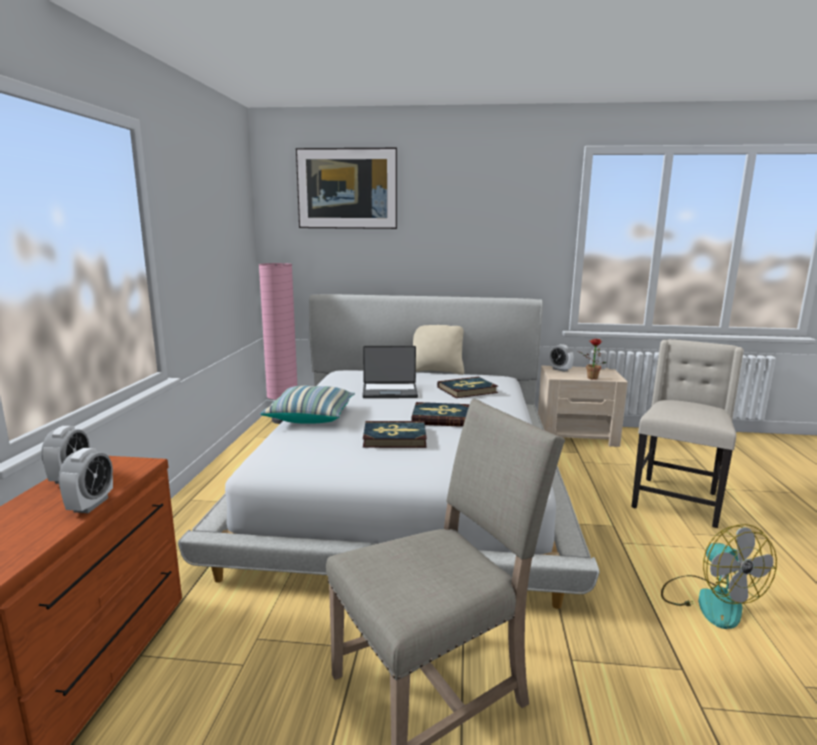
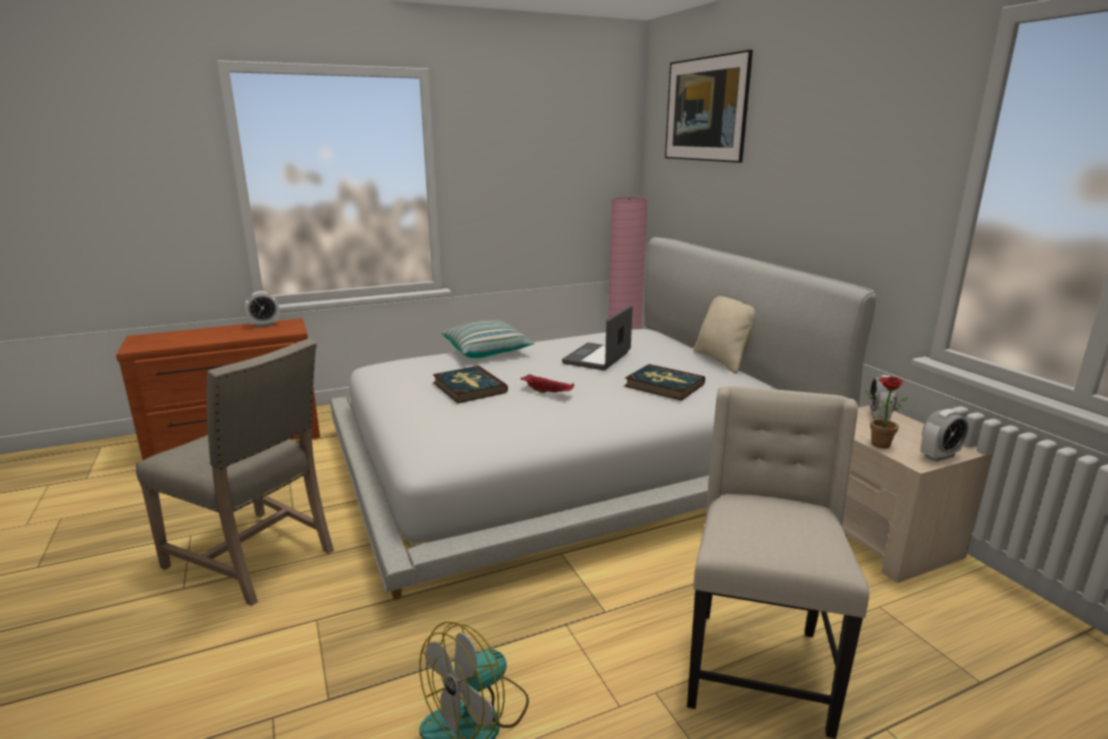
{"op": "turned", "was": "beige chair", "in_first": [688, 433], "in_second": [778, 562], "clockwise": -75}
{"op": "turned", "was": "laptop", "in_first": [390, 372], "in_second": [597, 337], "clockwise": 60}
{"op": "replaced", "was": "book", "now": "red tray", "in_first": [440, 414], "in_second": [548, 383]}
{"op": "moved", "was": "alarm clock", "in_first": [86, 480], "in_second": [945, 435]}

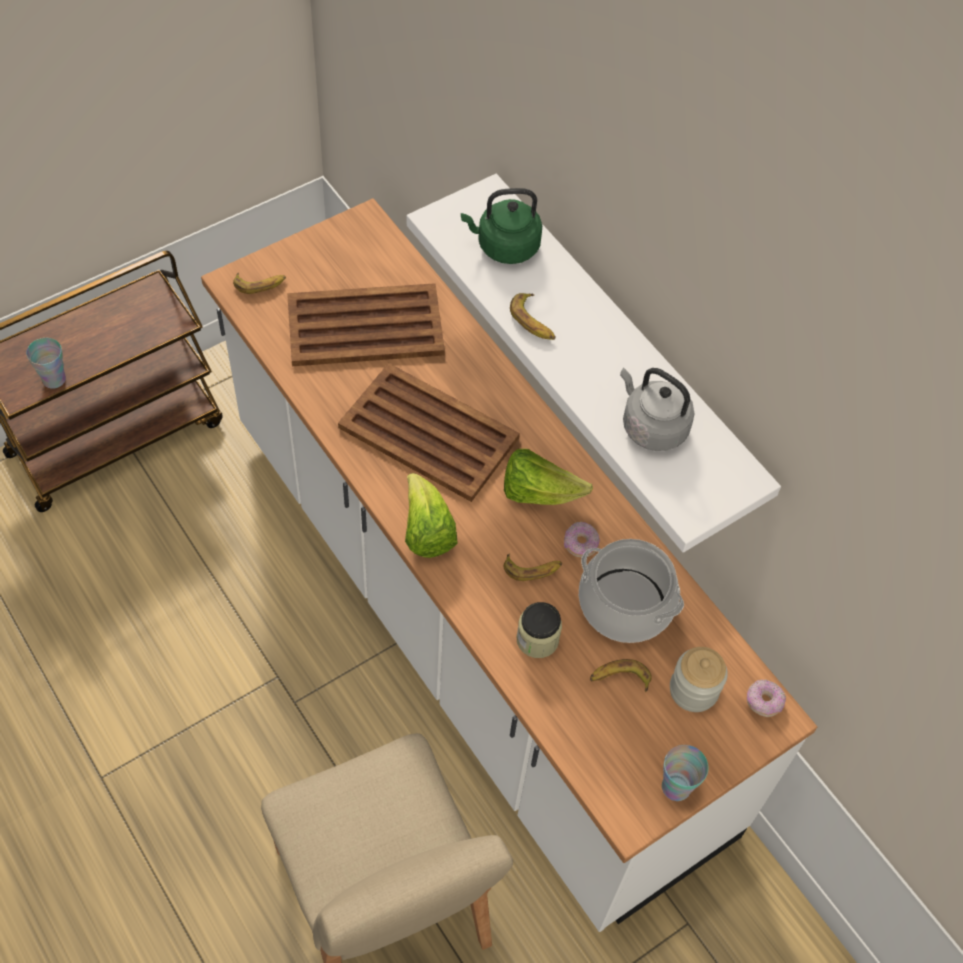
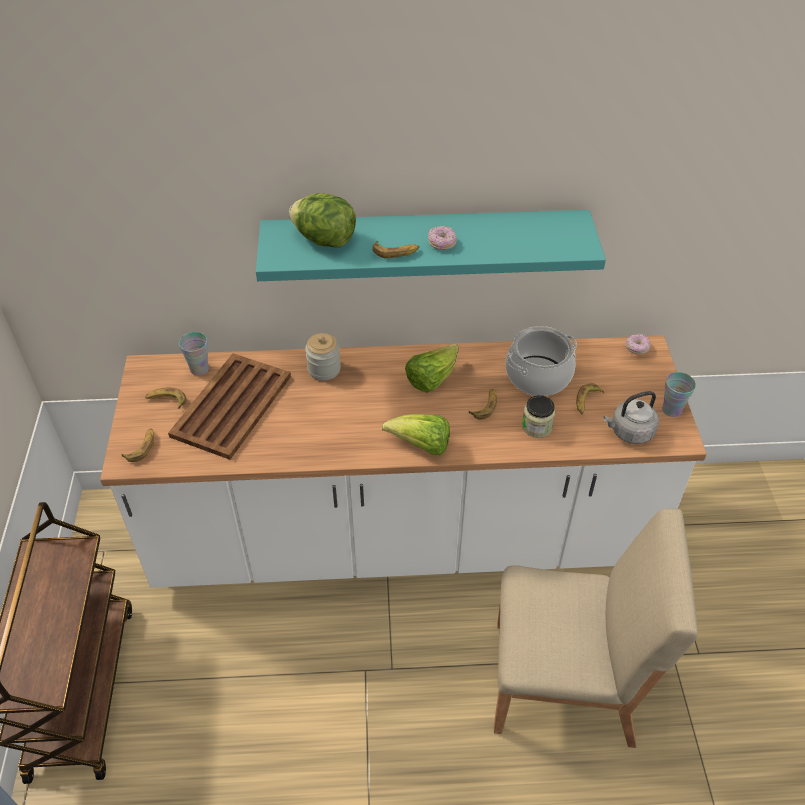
{"op": "recoloured", "was": "white shelf", "now": "turquoise shelf", "in_first": [594, 363], "in_second": [431, 245]}
{"op": "replaced", "was": "green kettle", "now": "lettuce", "in_first": [501, 226], "in_second": [322, 220]}
{"op": "moved", "was": "cup", "in_first": [46, 363], "in_second": [194, 354]}
{"op": "removed", "was": "brown tray", "in_first": [429, 432]}
{"op": "moved", "was": "grey kettle", "in_first": [657, 409], "in_second": [631, 417]}
{"op": "moved", "was": "donut", "in_first": [582, 539], "in_second": [442, 238]}
{"op": "moved", "was": "jar", "in_first": [699, 679], "in_second": [323, 357]}
{"op": "added", "now": "banana", "in_second": [166, 398]}

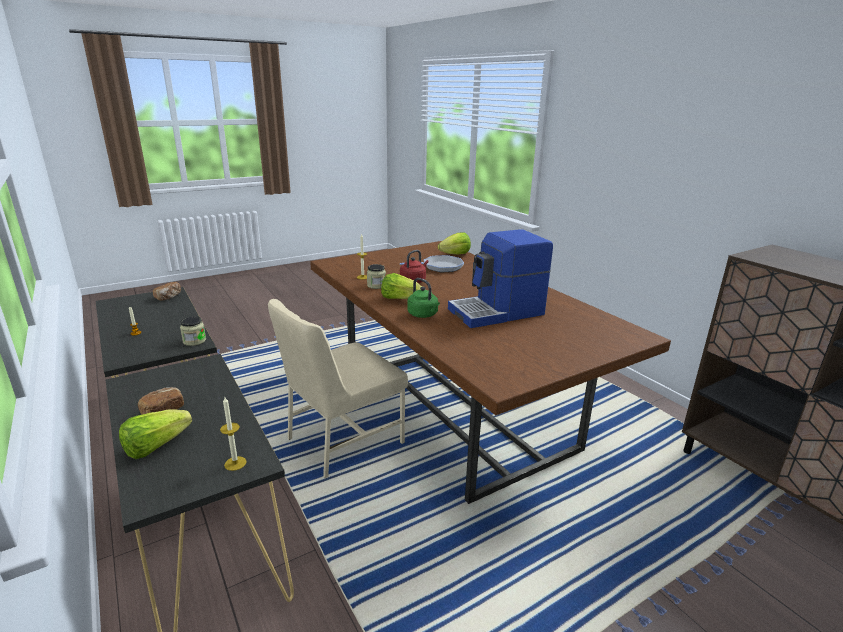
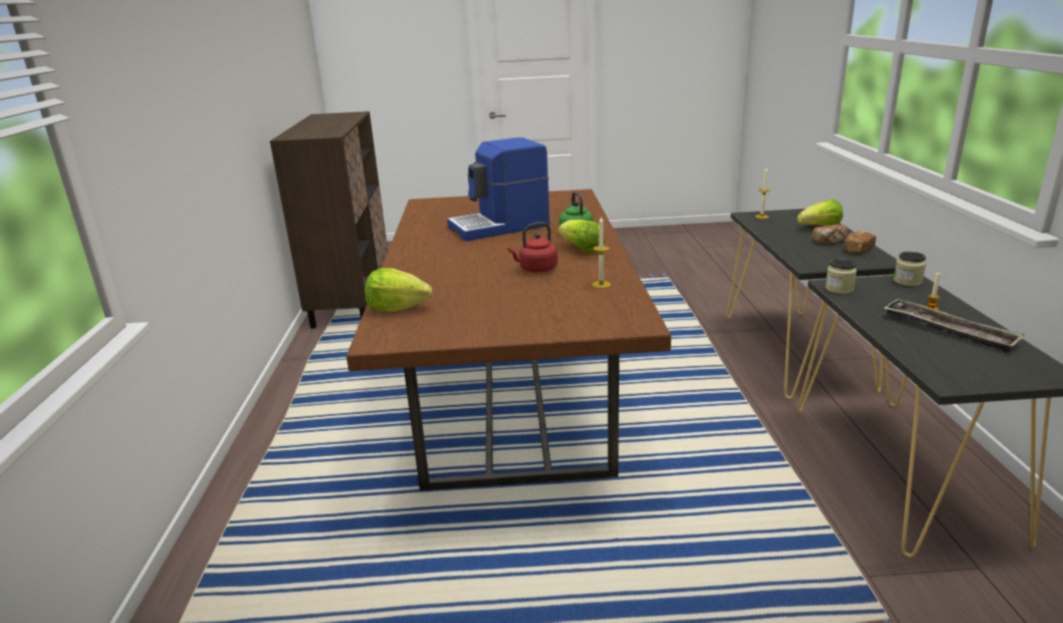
{"op": "turned", "was": "coffee machine", "in_first": [500, 278], "in_second": [498, 189], "clockwise": 150}
{"op": "removed", "was": "frying pan", "in_first": [432, 263]}
{"op": "moved", "was": "jar", "in_first": [376, 276], "in_second": [909, 268]}
{"op": "moved", "was": "bread", "in_first": [167, 291], "in_second": [860, 242]}
{"op": "removed", "was": "beige chair", "in_first": [338, 388]}
{"op": "added", "now": "tray", "in_second": [954, 325]}

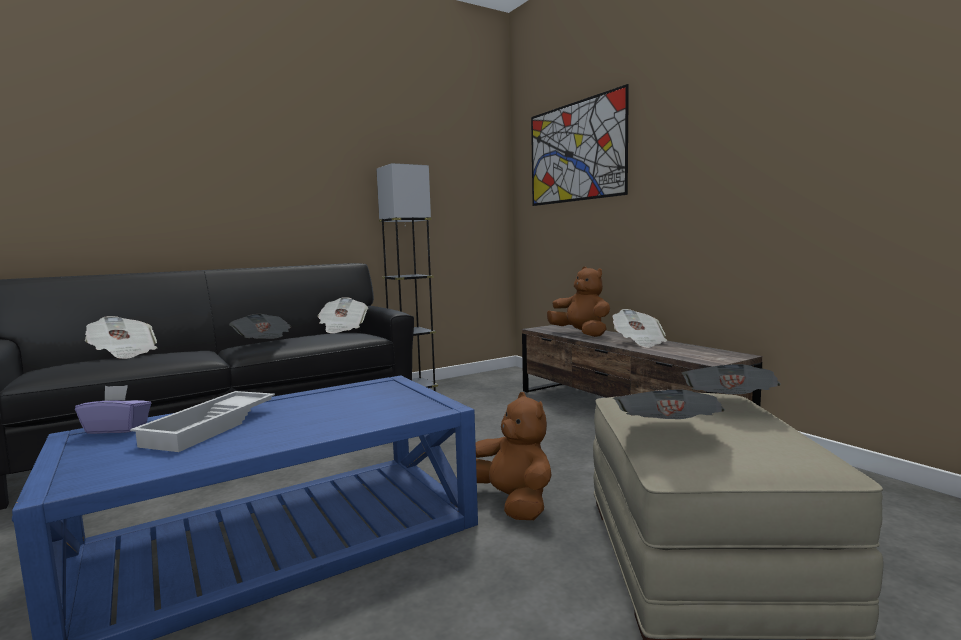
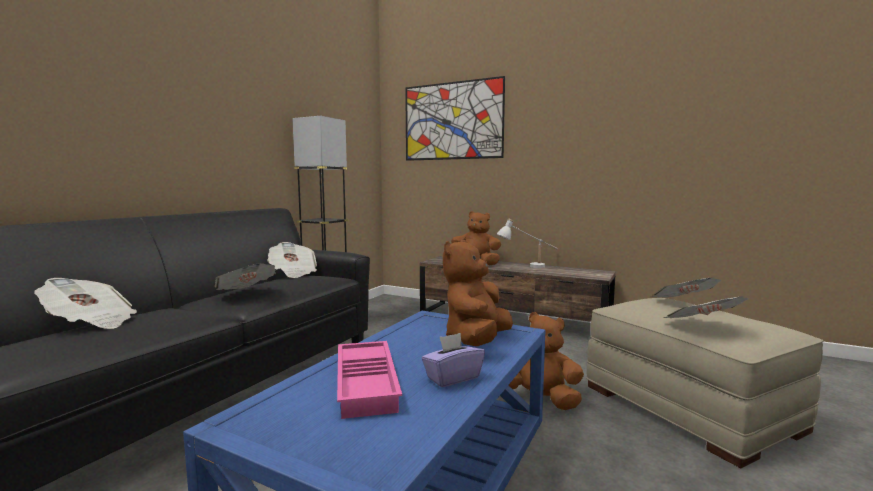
{"op": "replaced", "was": "newspaper", "now": "white table lamp", "in_first": [639, 328], "in_second": [527, 243]}
{"op": "moved", "was": "purple tissue box", "in_first": [113, 409], "in_second": [453, 360]}
{"op": "recoloured", "was": "white tray", "now": "pink tray", "in_first": [202, 421], "in_second": [369, 380]}
{"op": "added", "now": "brown plush toy", "in_second": [478, 293]}

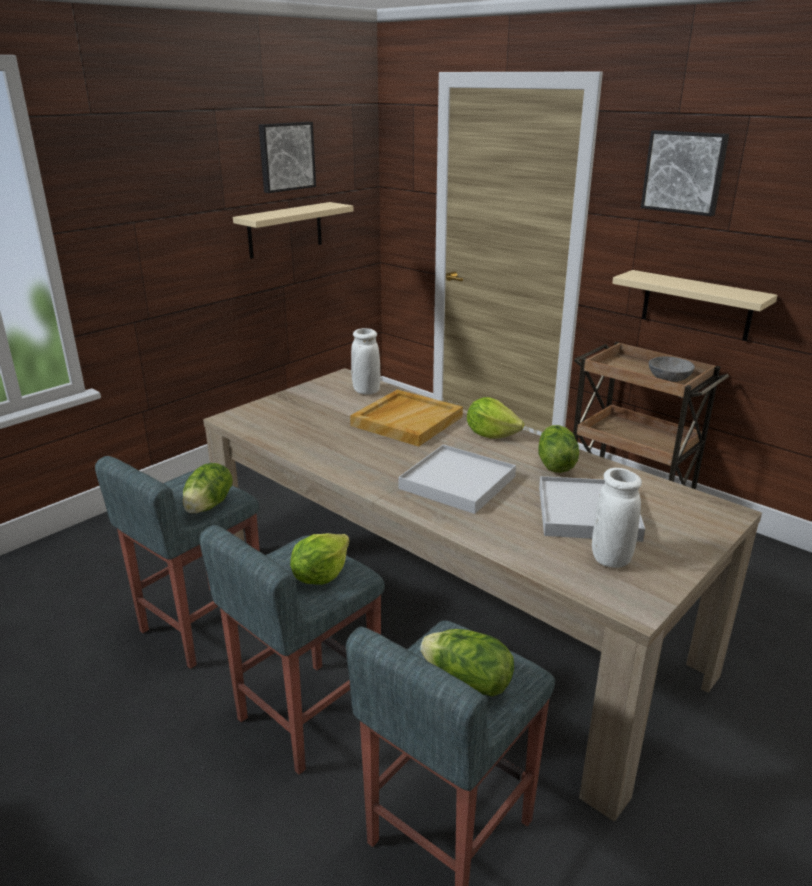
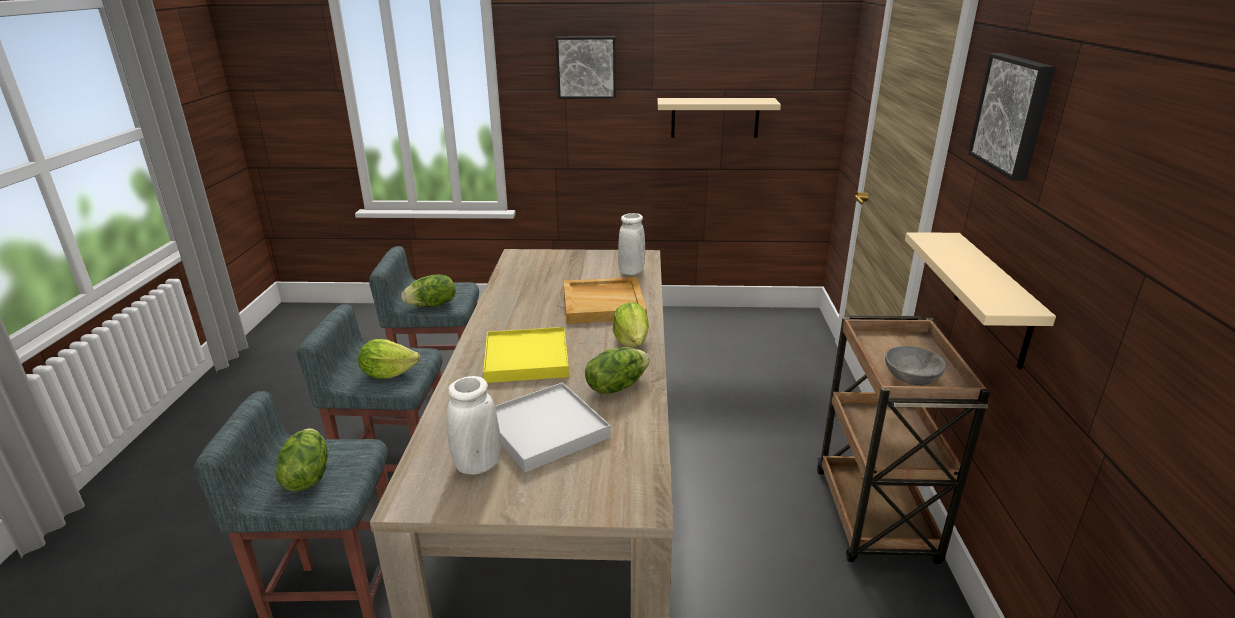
{"op": "moved", "was": "picture", "in_first": [287, 157], "in_second": [586, 67]}
{"op": "recoloured", "was": "white tray", "now": "yellow tray", "in_first": [457, 479], "in_second": [526, 355]}

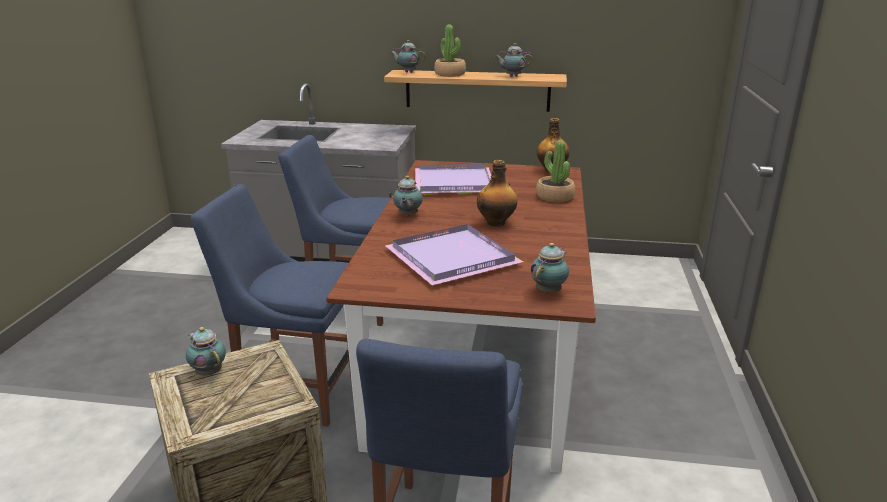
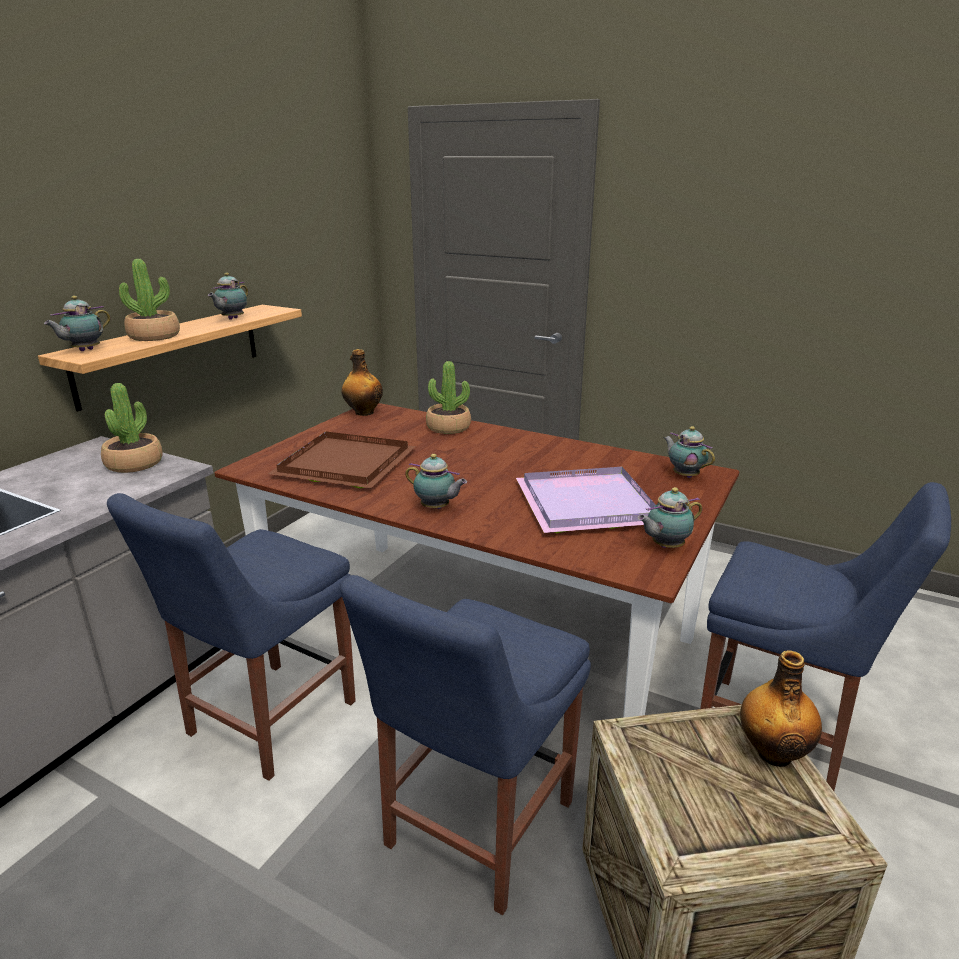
{"op": "moved", "was": "bottle", "in_first": [497, 193], "in_second": [781, 708]}
{"op": "recoloured", "was": "purple tray", "now": "brown tray", "in_first": [453, 179], "in_second": [342, 459]}
{"op": "moved", "was": "teapot", "in_first": [206, 351], "in_second": [669, 517]}
{"op": "added", "now": "potted plant", "in_second": [132, 428]}

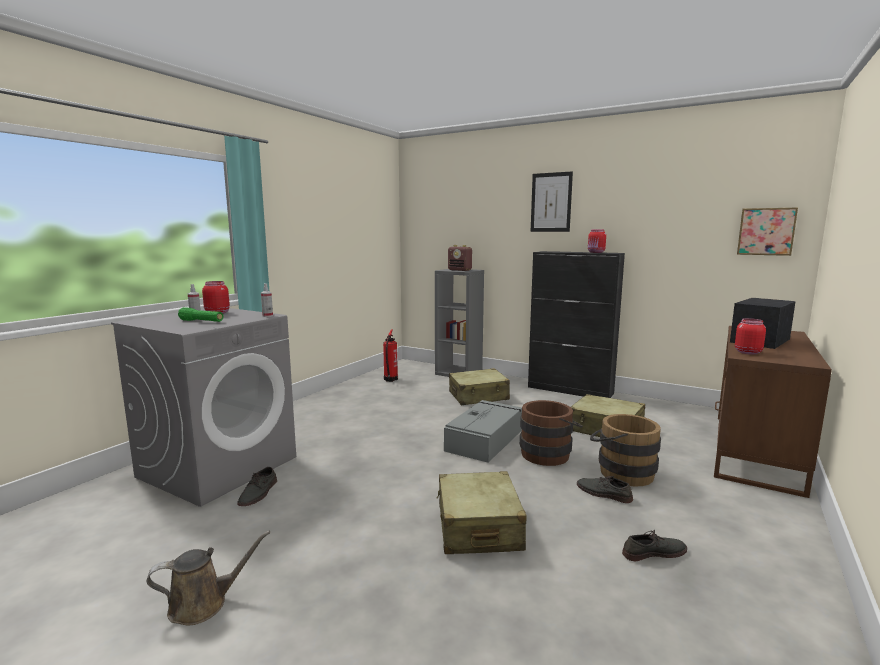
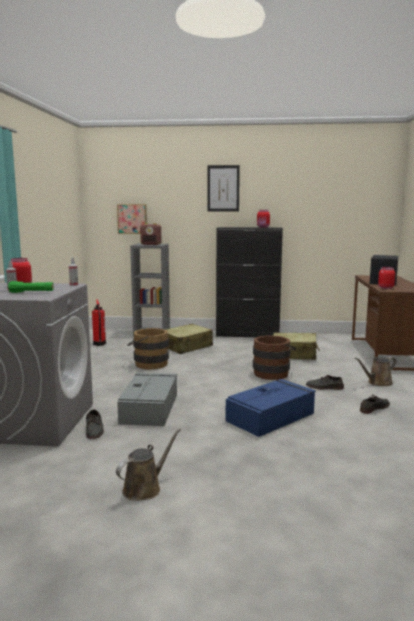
{"op": "moved", "was": "picture", "in_first": [767, 232], "in_second": [132, 219]}
{"op": "moved", "was": "grey storage box", "in_first": [483, 431], "in_second": [147, 399]}
{"op": "moved", "was": "brown bucket", "in_first": [625, 450], "in_second": [148, 349]}
{"op": "replaced", "was": "beige suitcase", "now": "blue storage box", "in_first": [482, 512], "in_second": [271, 408]}
{"op": "added", "now": "brown watering can", "in_second": [375, 371]}

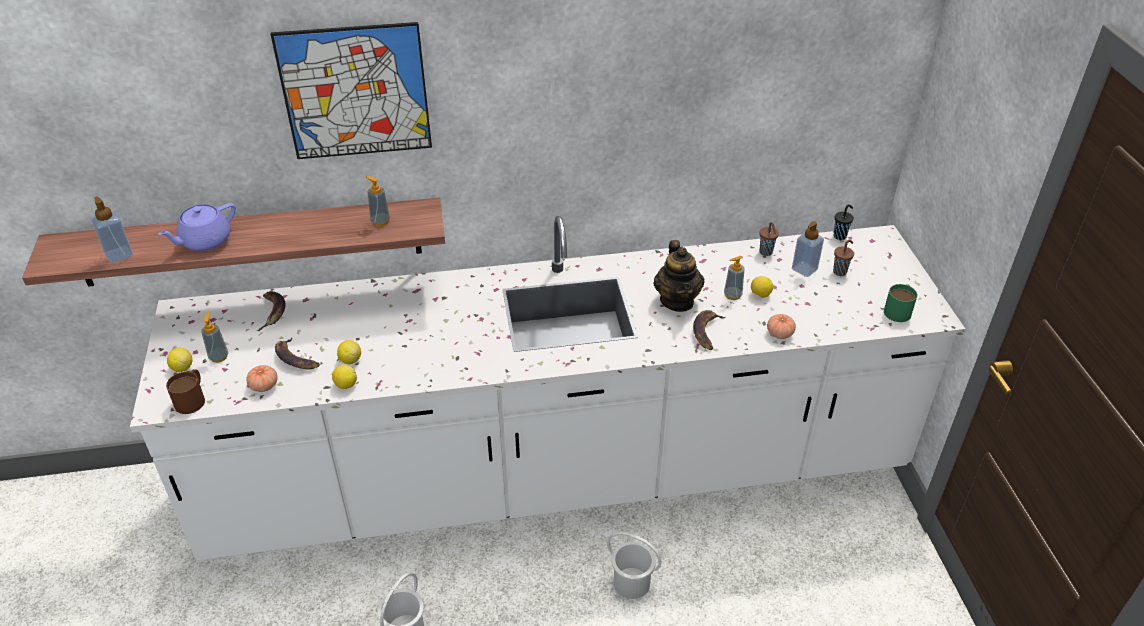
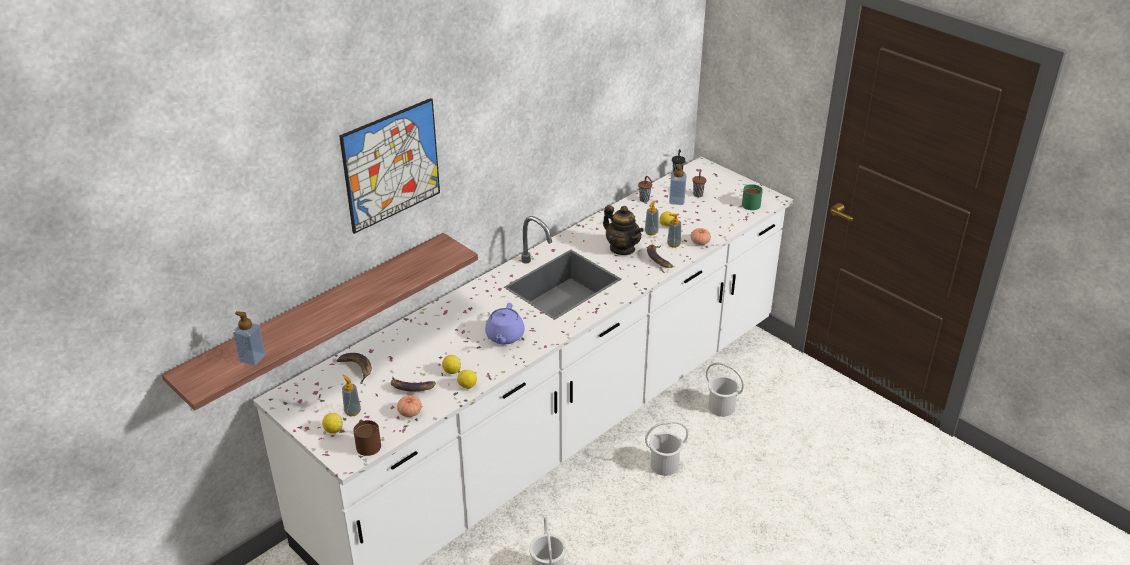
{"op": "moved", "was": "soap dispenser", "in_first": [378, 201], "in_second": [674, 231]}
{"op": "moved", "was": "purple teapot", "in_first": [197, 227], "in_second": [505, 323]}
{"op": "added", "now": "white bucket", "in_second": [725, 389]}

